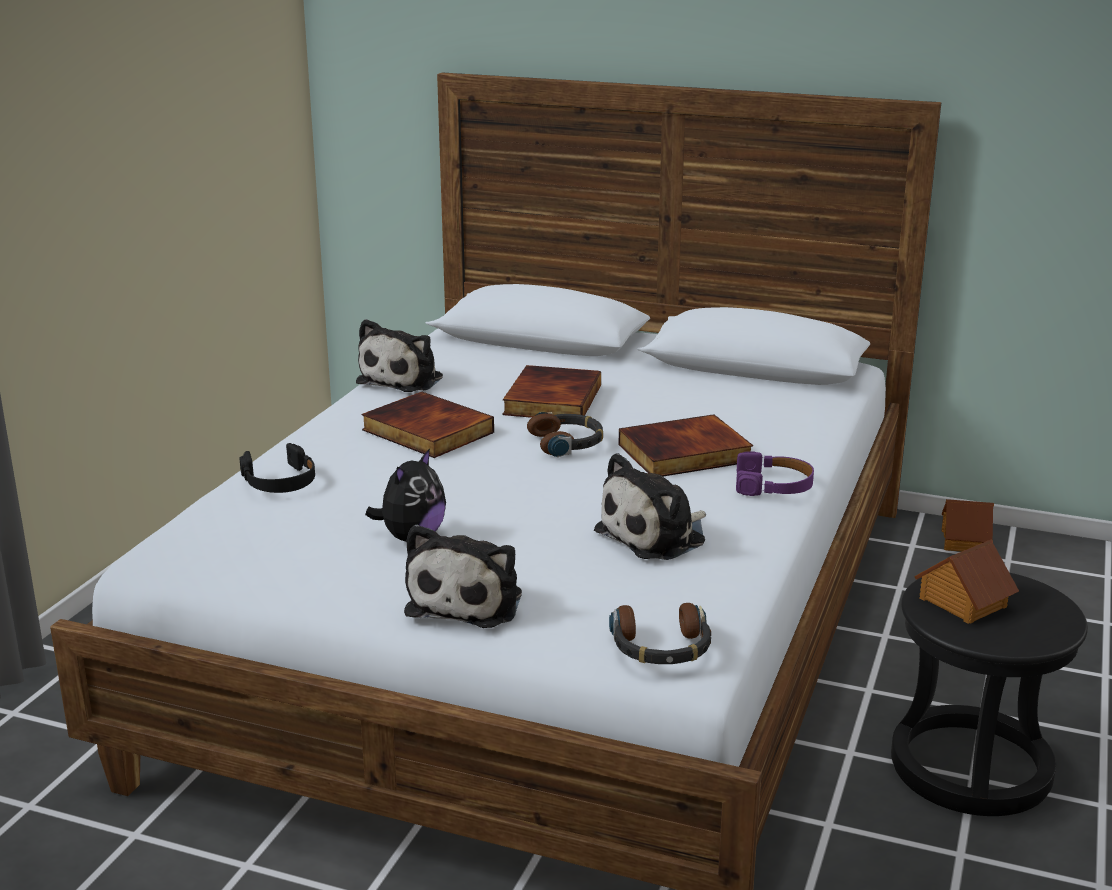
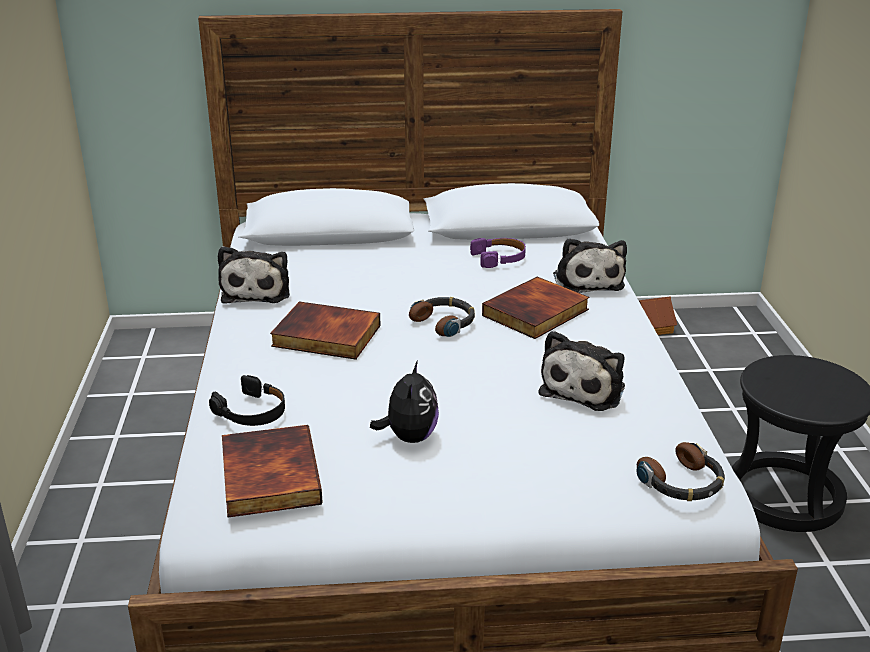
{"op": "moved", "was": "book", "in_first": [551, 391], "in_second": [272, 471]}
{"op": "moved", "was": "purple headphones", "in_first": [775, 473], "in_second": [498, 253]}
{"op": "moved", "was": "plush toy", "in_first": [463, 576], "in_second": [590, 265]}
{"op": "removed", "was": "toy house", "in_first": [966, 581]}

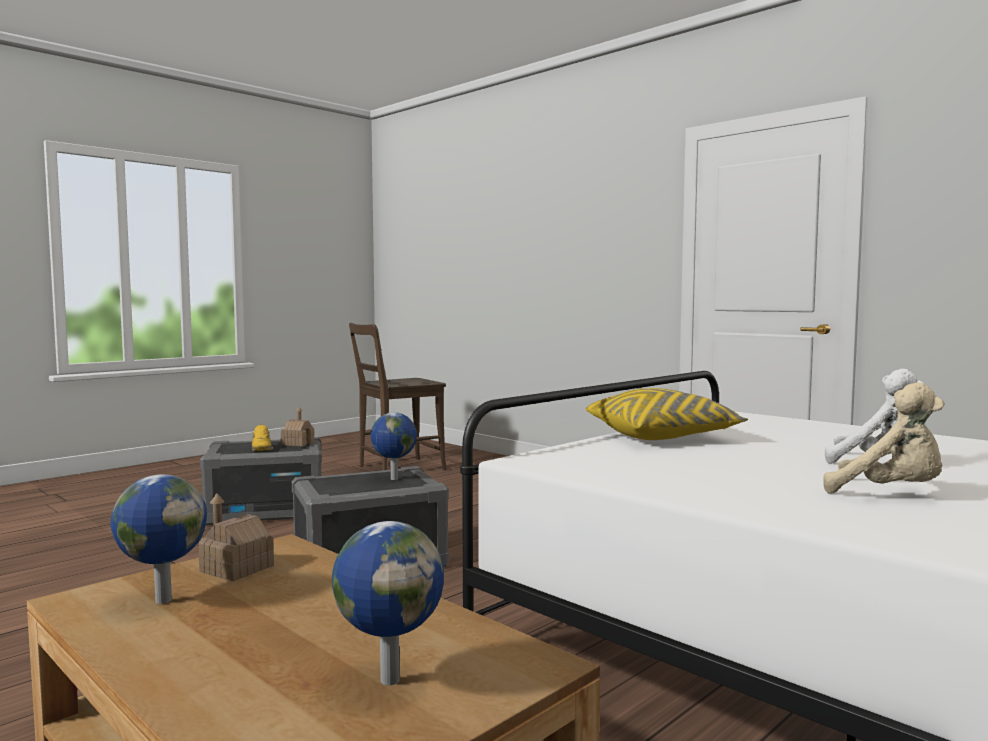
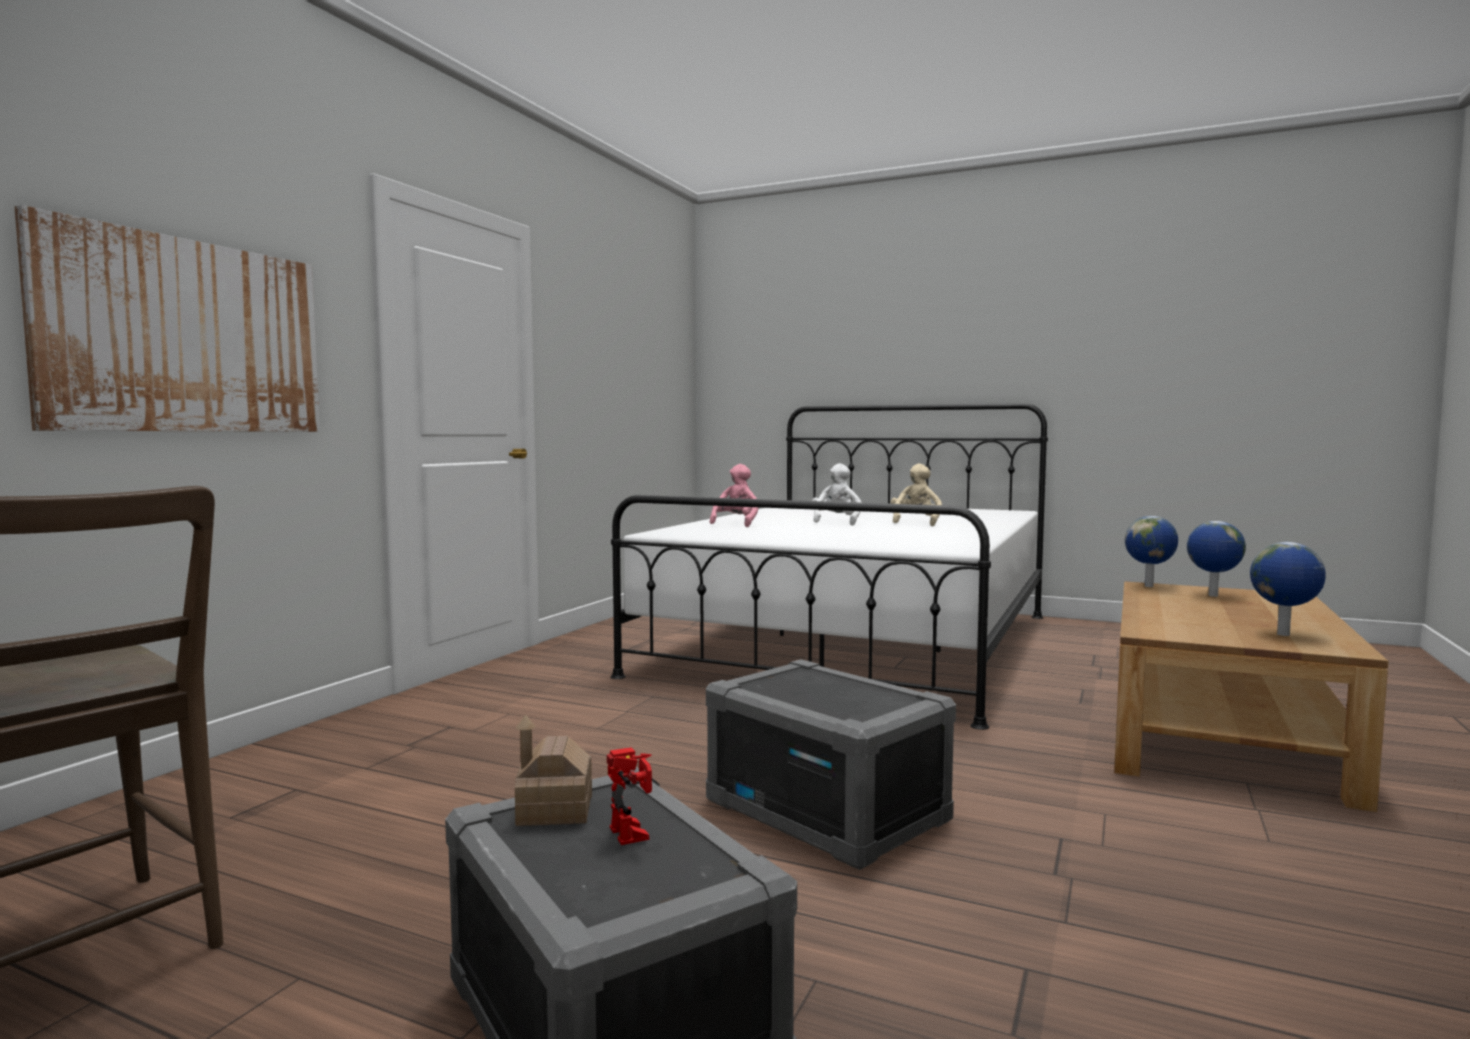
{"op": "removed", "was": "yellow pillow", "in_first": [666, 414]}
{"op": "moved", "was": "globe", "in_first": [394, 446], "in_second": [1151, 551]}
{"op": "replaced", "was": "yellow shoe", "now": "toy robot", "in_first": [262, 437], "in_second": [629, 796]}
{"op": "removed", "was": "toy house", "in_first": [236, 537]}
{"op": "added", "now": "picture", "in_second": [167, 318]}
{"op": "added", "now": "pink plush toy", "in_second": [734, 495]}

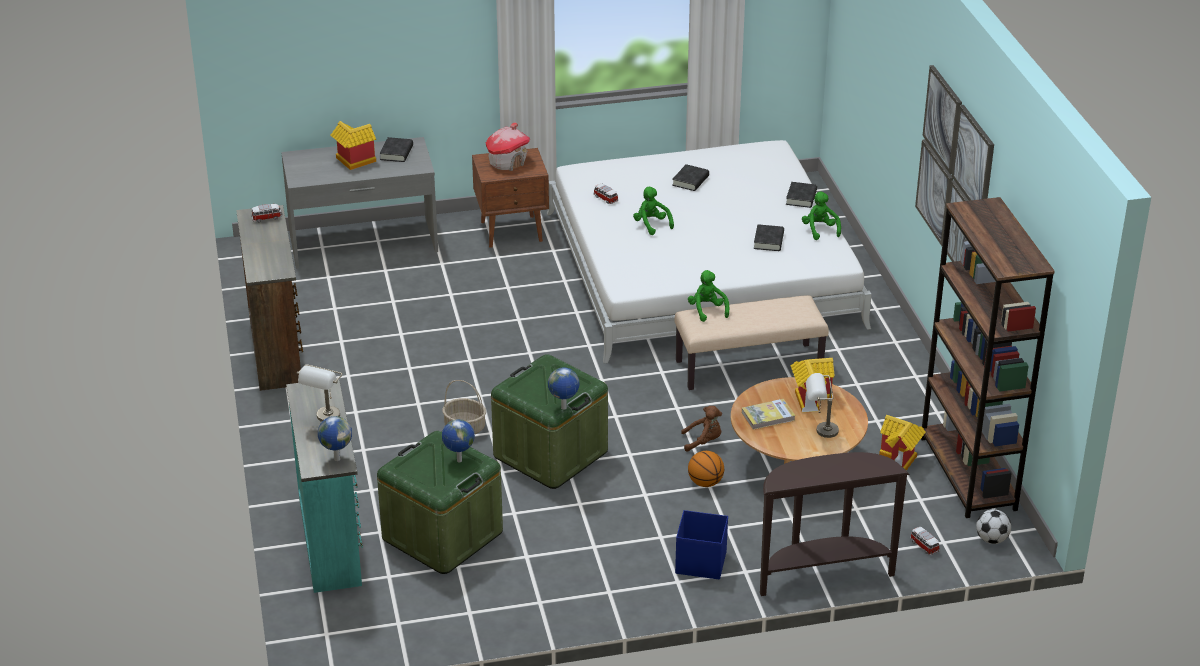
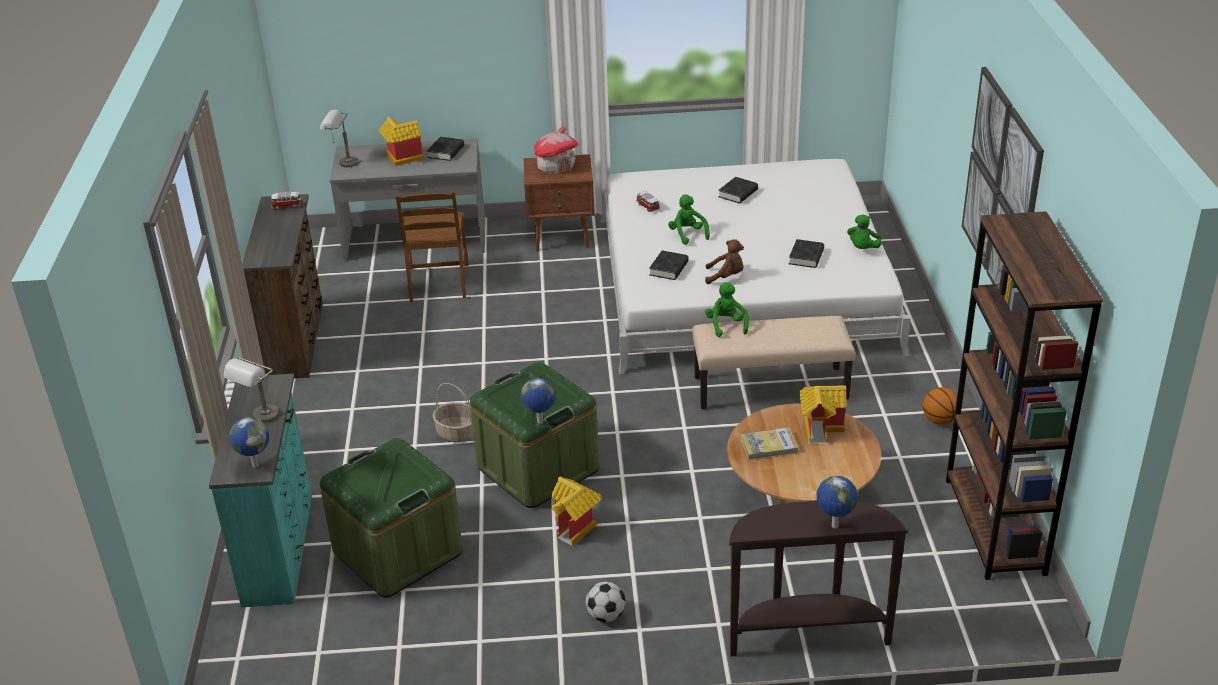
{"op": "moved", "was": "black book", "in_first": [801, 195], "in_second": [668, 265]}
{"op": "turned", "was": "green plush toy", "in_first": [821, 216], "in_second": [864, 231], "clockwise": -150}
{"op": "moved", "was": "grey table lamp", "in_first": [822, 405], "in_second": [339, 138]}
{"op": "moved", "was": "brown plush toy", "in_first": [701, 429], "in_second": [724, 261]}
{"op": "moved", "was": "toy house", "in_first": [902, 443], "in_second": [576, 511]}
{"op": "moved", "was": "globe", "in_first": [458, 441], "in_second": [837, 502]}
{"op": "moved", "was": "basketball", "in_first": [706, 469], "in_second": [940, 406]}
{"op": "moved", "was": "football", "in_first": [993, 526], "in_second": [606, 602]}
{"op": "removed", "was": "blue storage box", "in_first": [701, 545]}
{"op": "removed", "was": "toy car", "in_first": [925, 541]}
{"op": "added", "now": "brown chair", "in_second": [432, 246]}

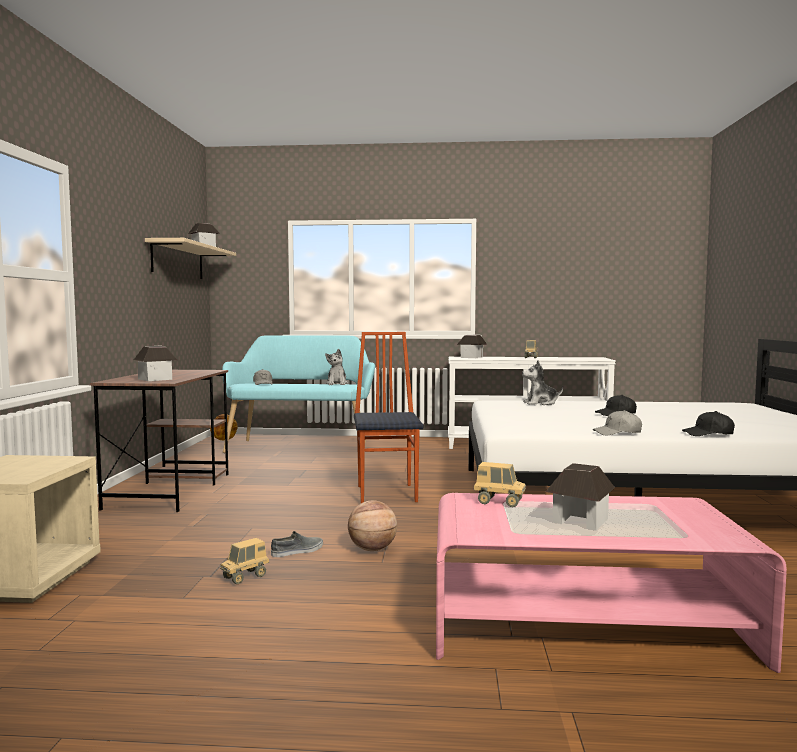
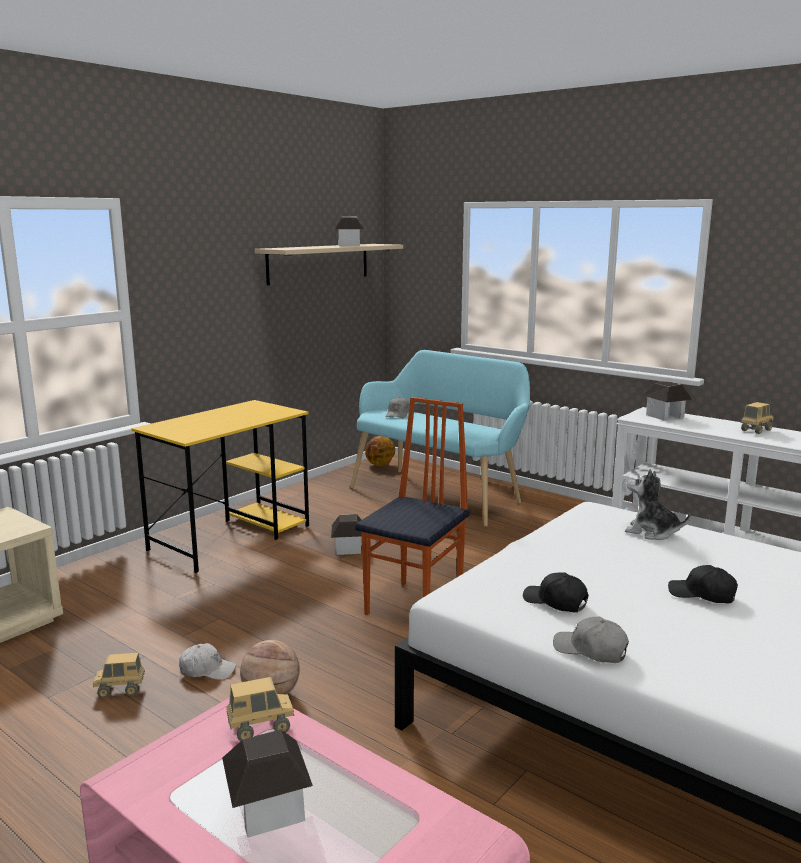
{"op": "moved", "was": "toy house", "in_first": [155, 363], "in_second": [346, 534]}
{"op": "removed", "was": "plush toy", "in_first": [336, 367]}
{"op": "recoloured", "was": "brown desk", "now": "yellow desk", "in_first": [159, 441], "in_second": [220, 486]}
{"op": "moved", "was": "black cap", "in_first": [708, 423], "in_second": [556, 592]}
{"op": "turned", "was": "toy truck", "in_first": [500, 484], "in_second": [260, 709], "clockwise": -75}
{"op": "replaced", "was": "grey shoe", "now": "white cap", "in_first": [297, 544], "in_second": [207, 661]}

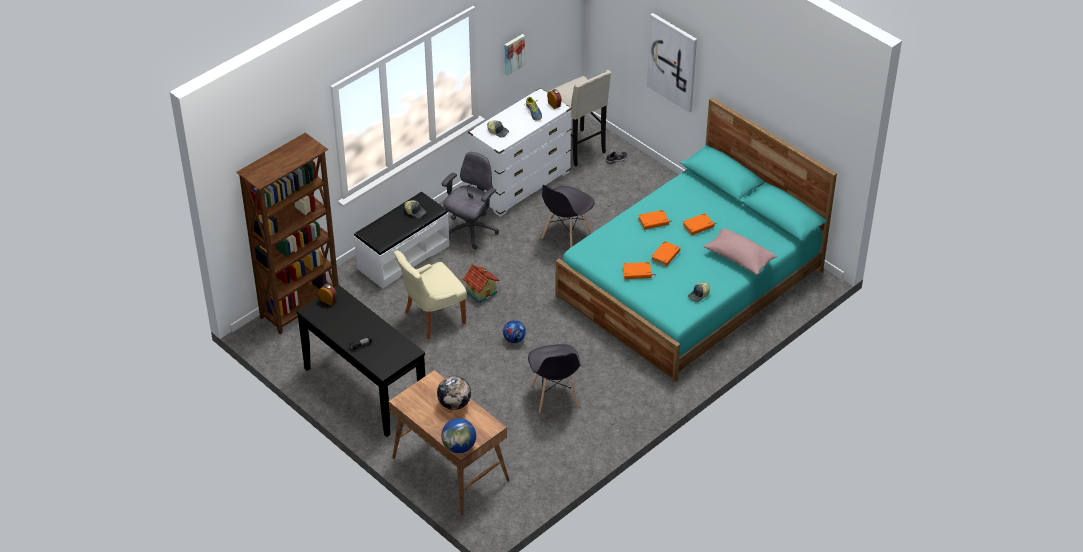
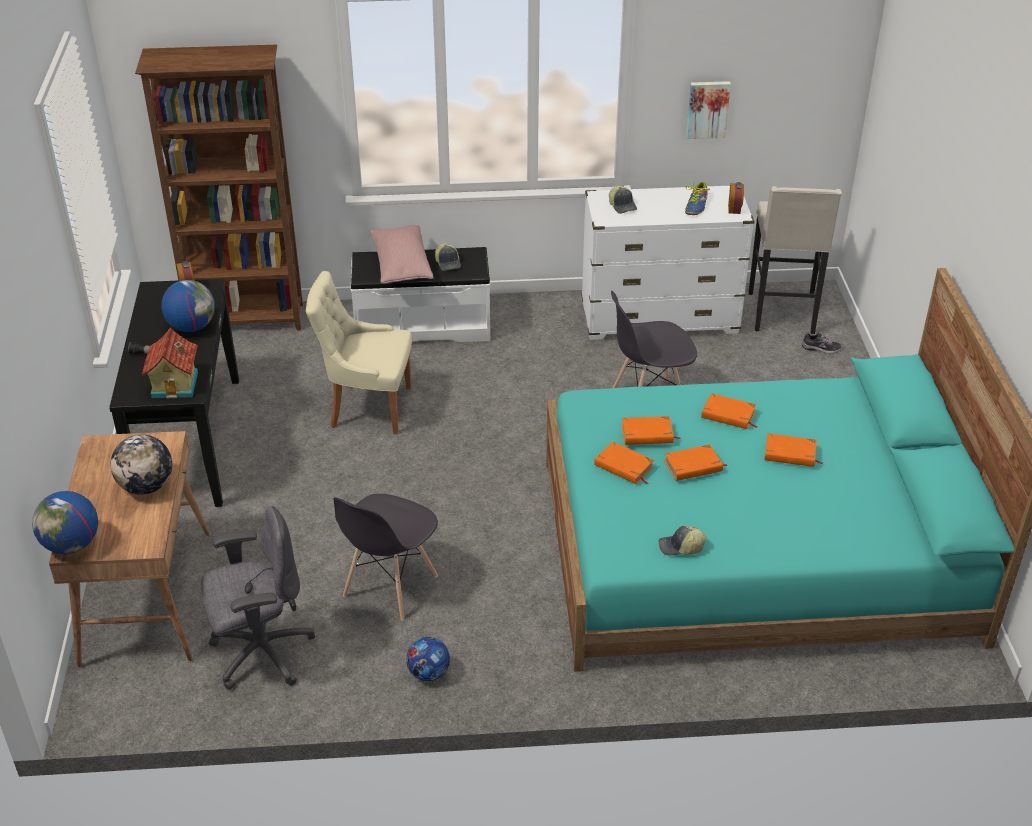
{"op": "removed", "was": "picture", "in_first": [672, 63]}
{"op": "moved", "was": "grey office chair", "in_first": [470, 200], "in_second": [258, 598]}
{"op": "moved", "was": "pink pillow", "in_first": [740, 251], "in_second": [402, 254]}
{"op": "moved", "was": "toy house", "in_first": [481, 283], "in_second": [170, 363]}
{"op": "moved", "was": "football", "in_first": [514, 331], "in_second": [428, 659]}
{"op": "added", "now": "globe", "in_second": [188, 306]}
{"op": "added", "now": "orange book", "in_second": [651, 430]}

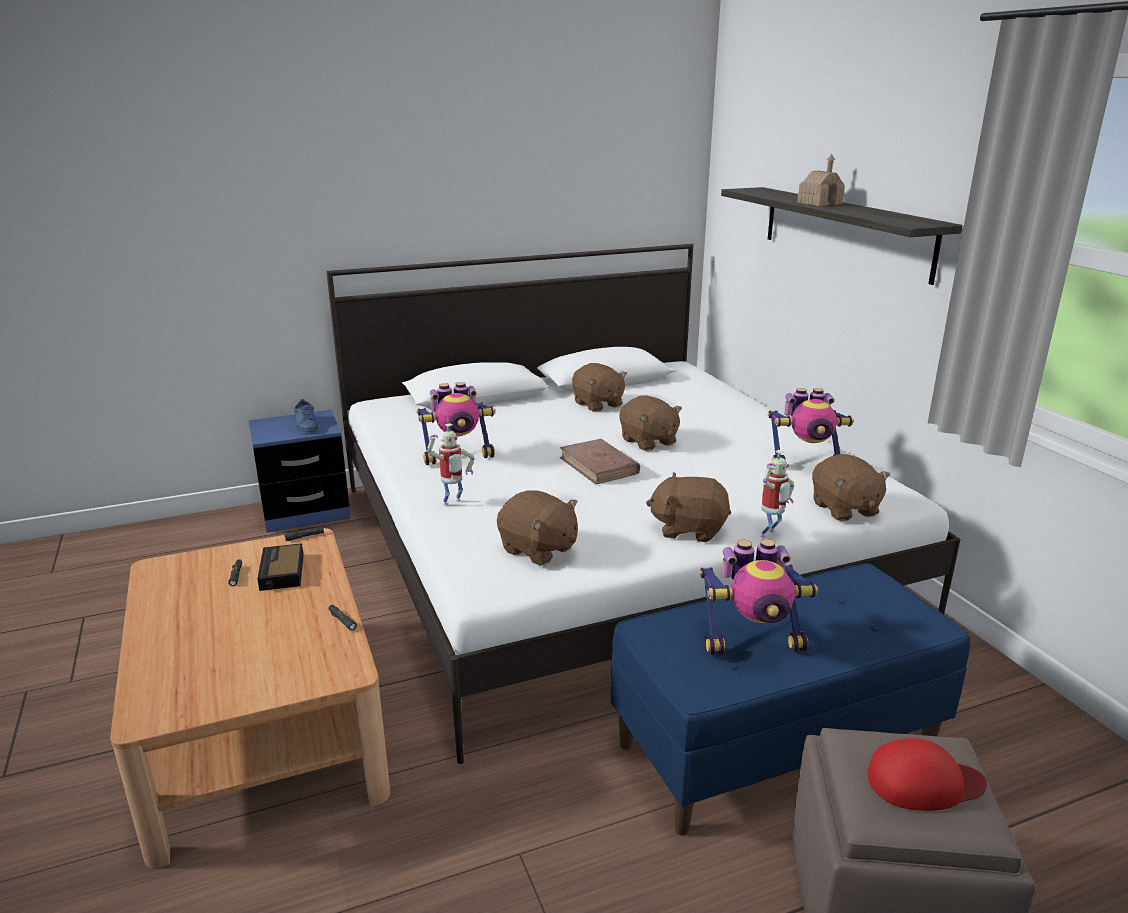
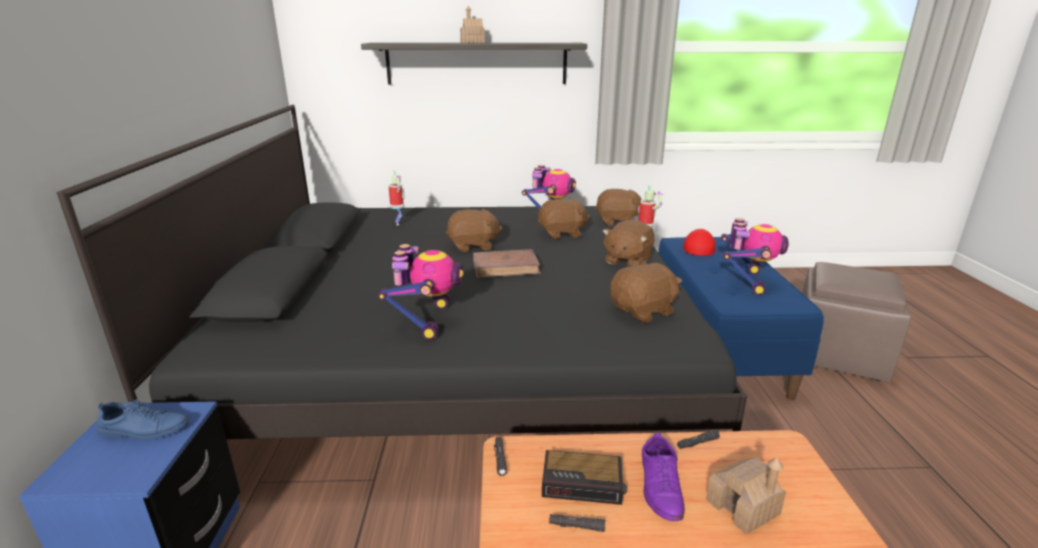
{"op": "recoloured", "was": "white bed", "now": "black bed", "in_first": [643, 504], "in_second": [402, 272]}
{"op": "moved", "was": "brown plush toy", "in_first": [599, 387], "in_second": [564, 219]}
{"op": "moved", "was": "toy robot", "in_first": [451, 464], "in_second": [397, 197]}
{"op": "moved", "was": "red cap", "in_first": [927, 774], "in_second": [699, 242]}
{"op": "added", "now": "purple shoe", "in_second": [663, 477]}
{"op": "added", "now": "toy house", "in_second": [746, 495]}

